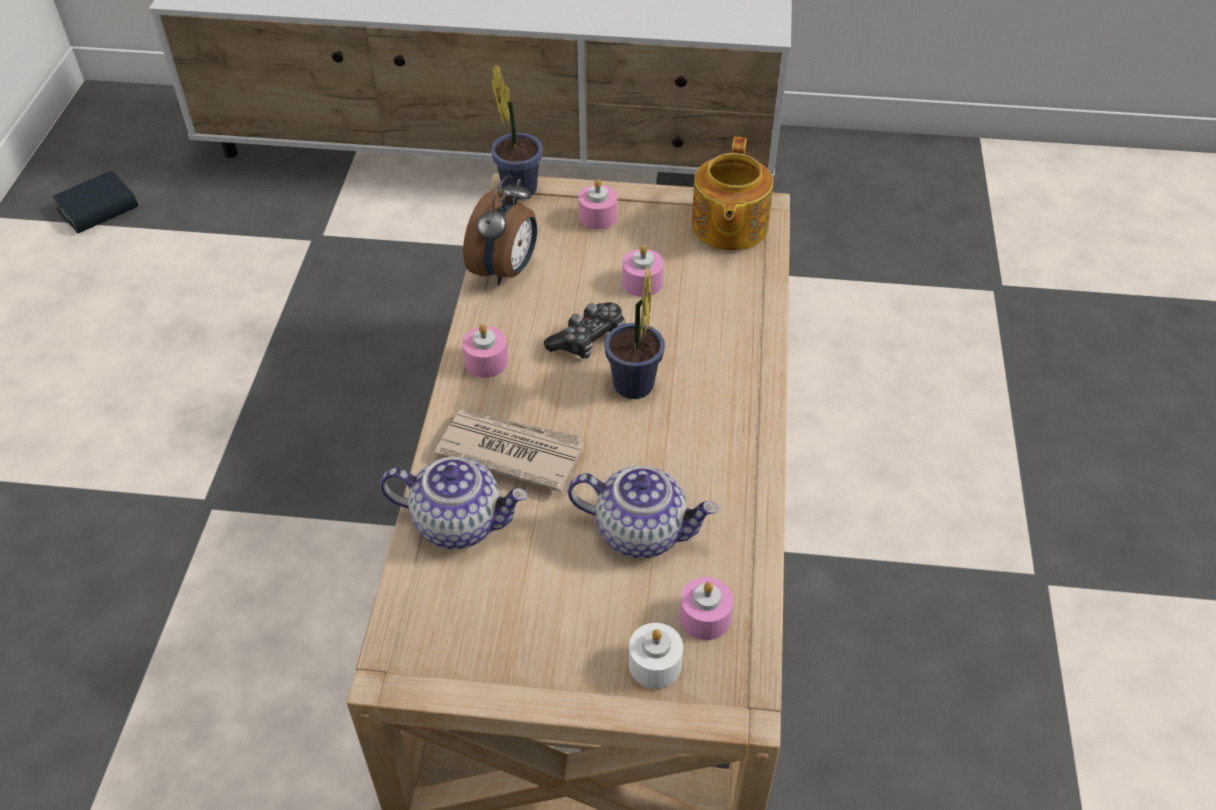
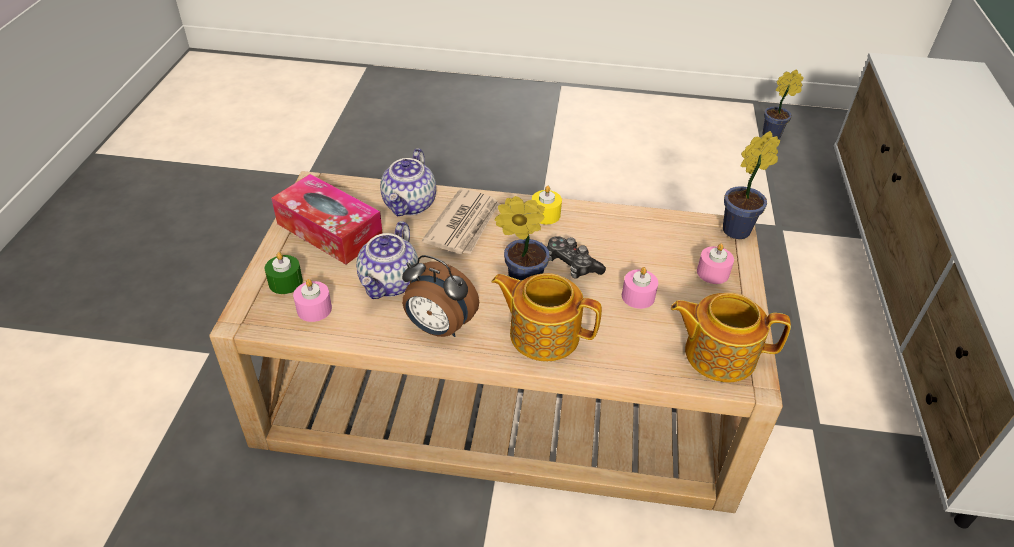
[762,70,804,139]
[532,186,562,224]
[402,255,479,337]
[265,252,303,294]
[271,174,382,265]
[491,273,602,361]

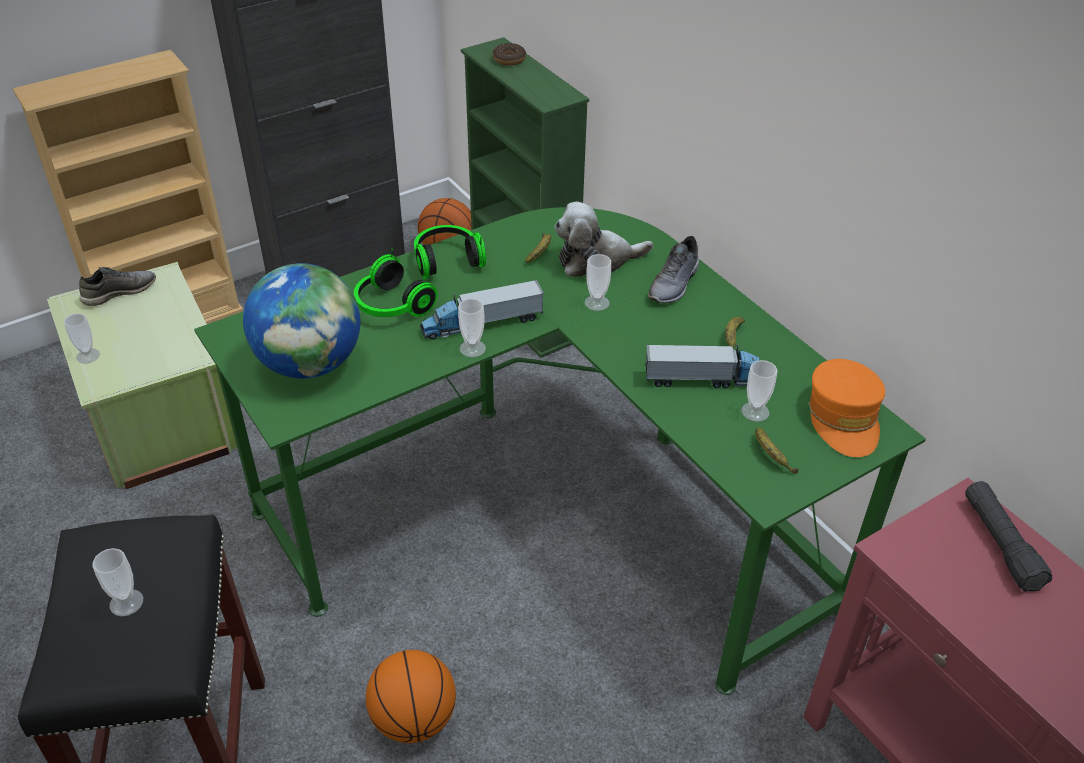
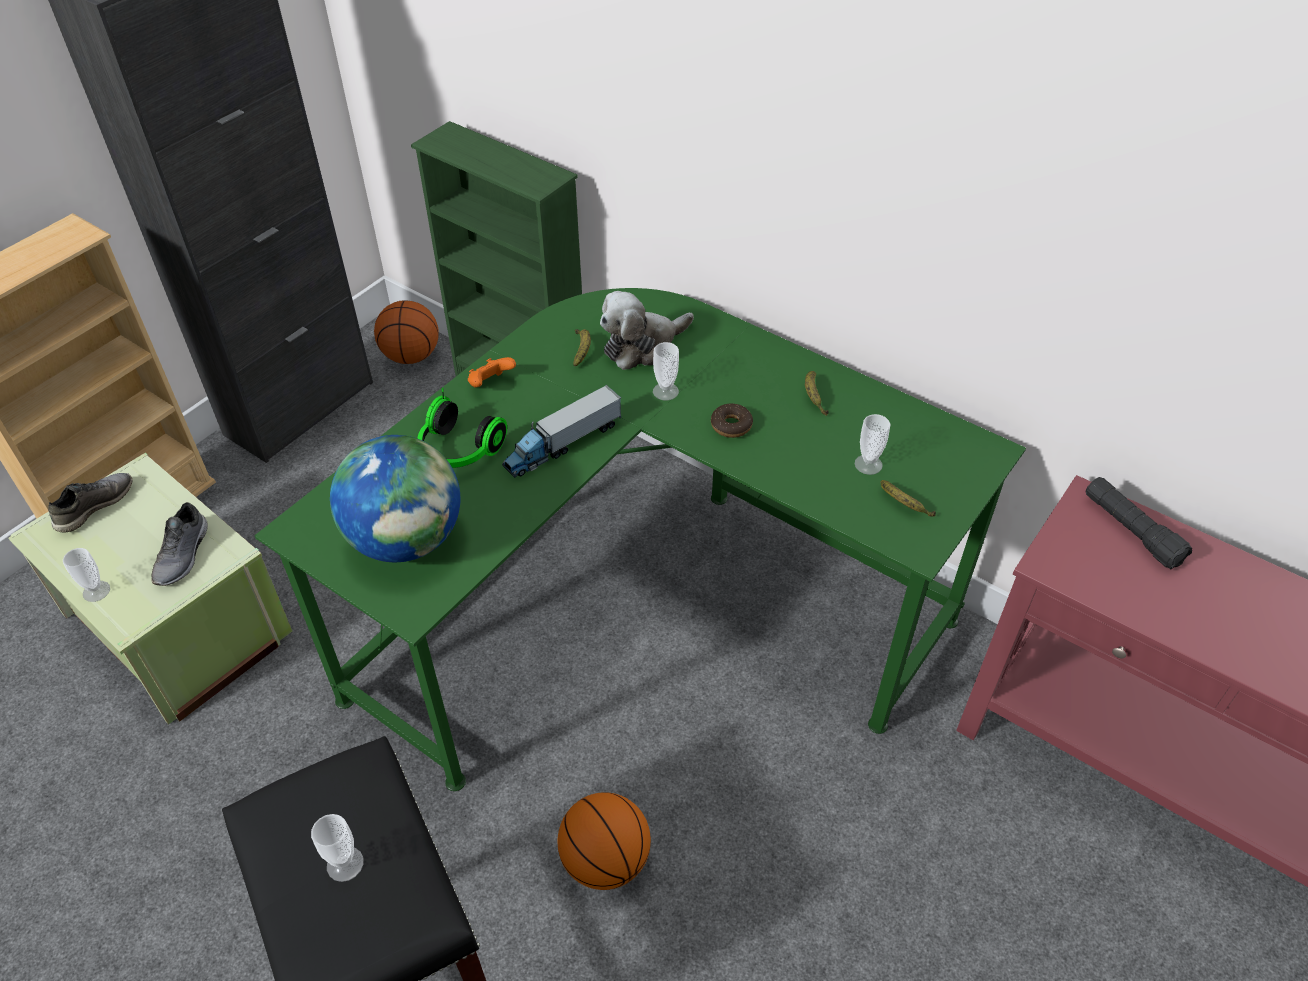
[468,357,516,388]
[458,298,486,357] (first image)
[711,403,753,438]
[645,344,776,388] (first image)
[152,502,208,586]
[808,359,885,457] (first image)

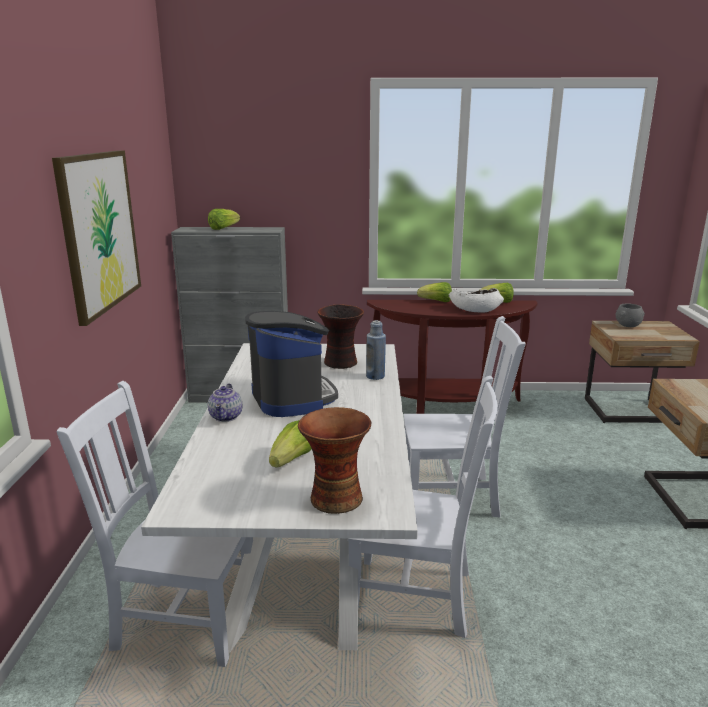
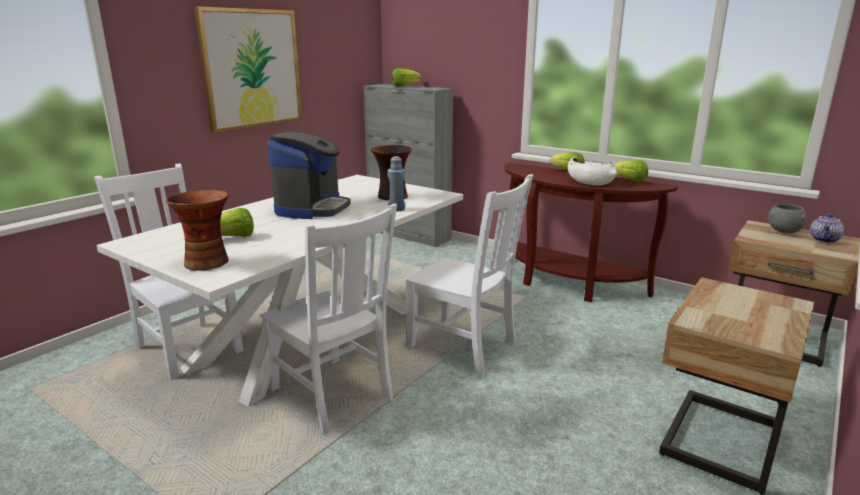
[810,214,844,243]

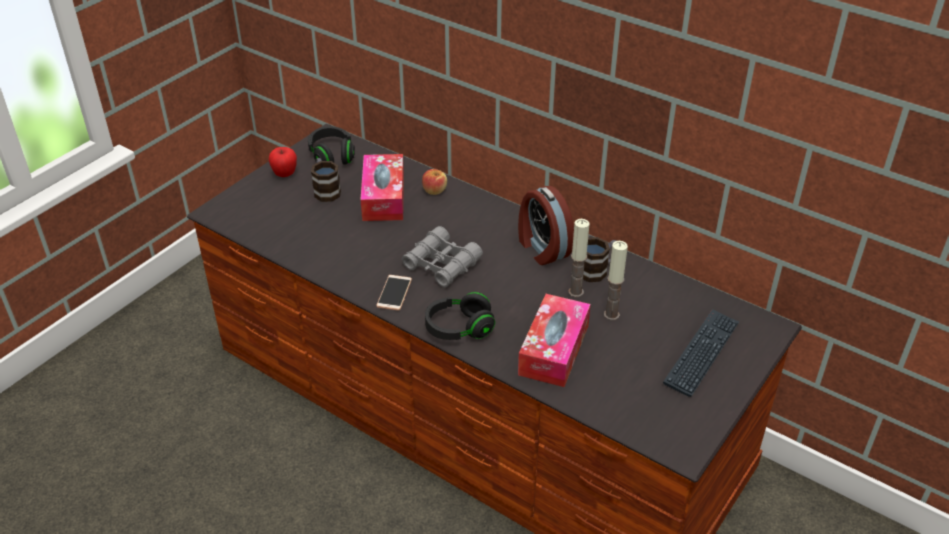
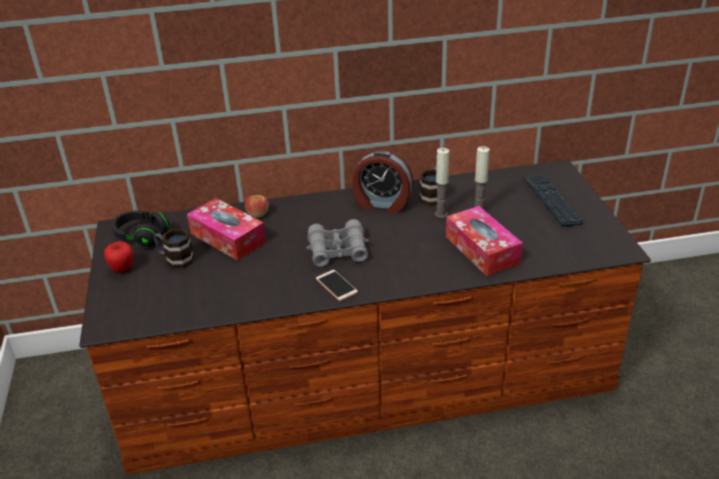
[425,292,495,340] (first image)

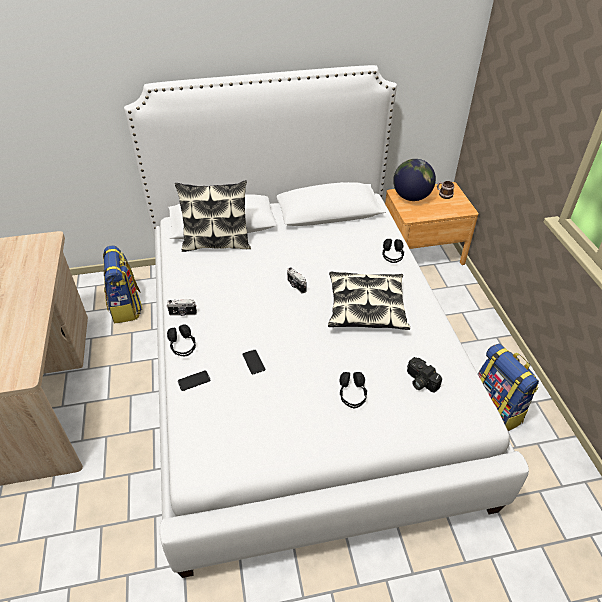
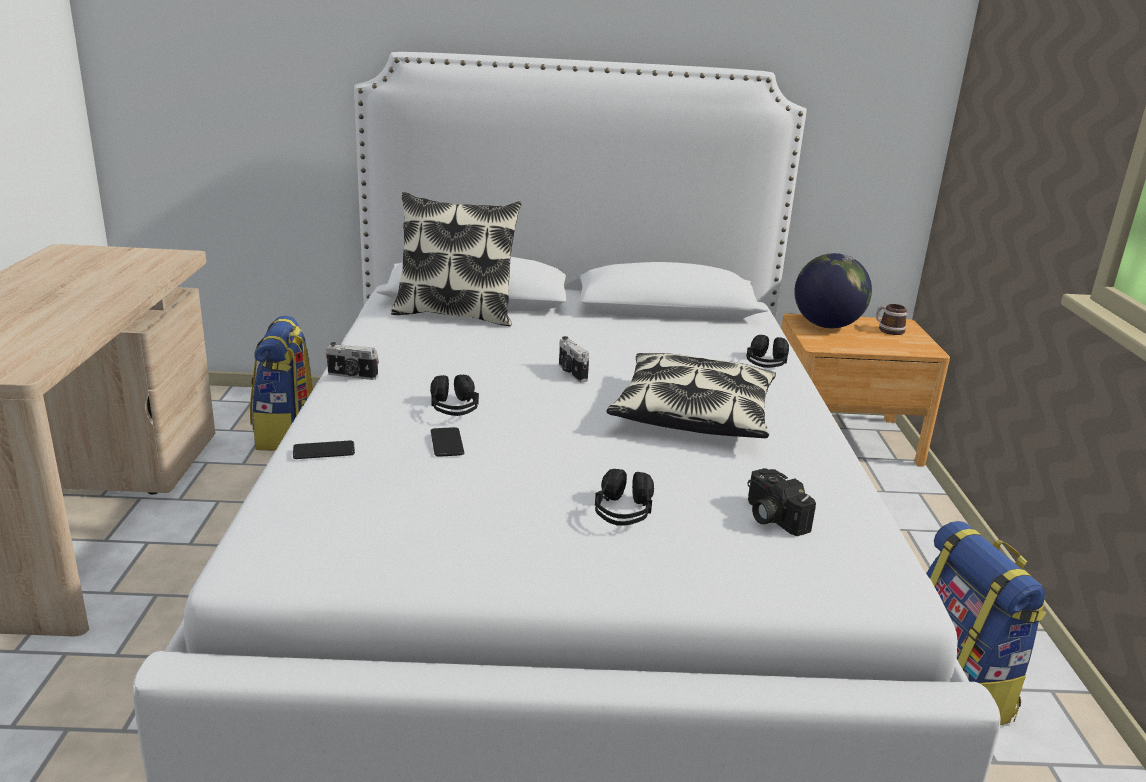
[430,375,479,416]

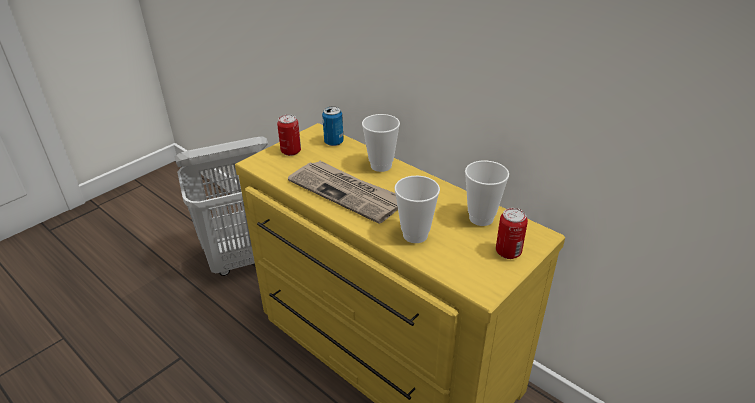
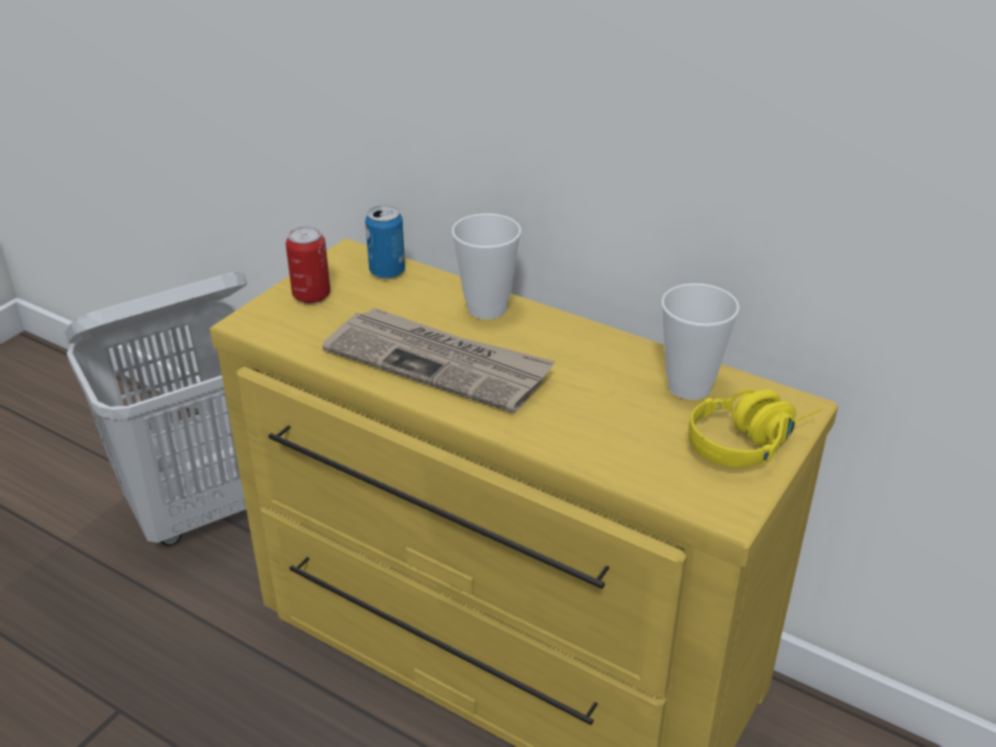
[394,176,440,243] (first image)
[688,389,822,468]

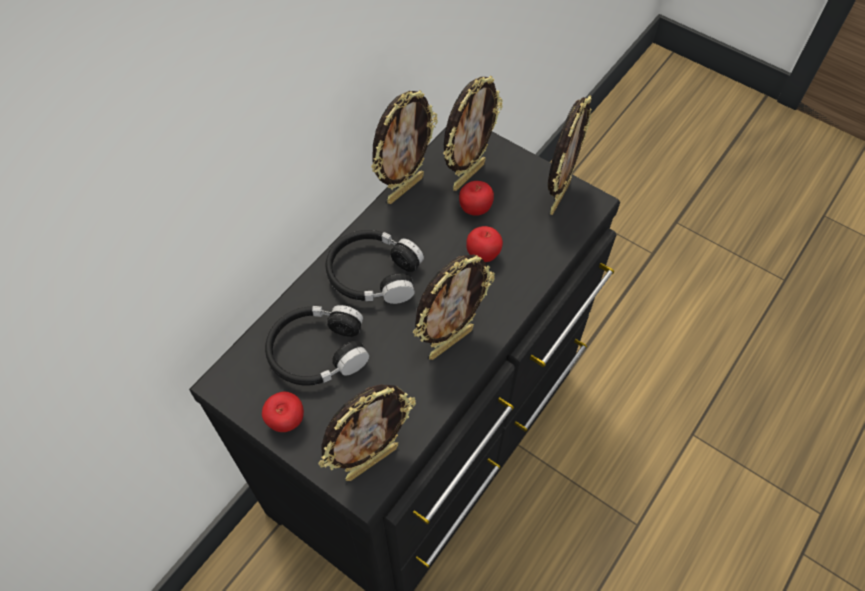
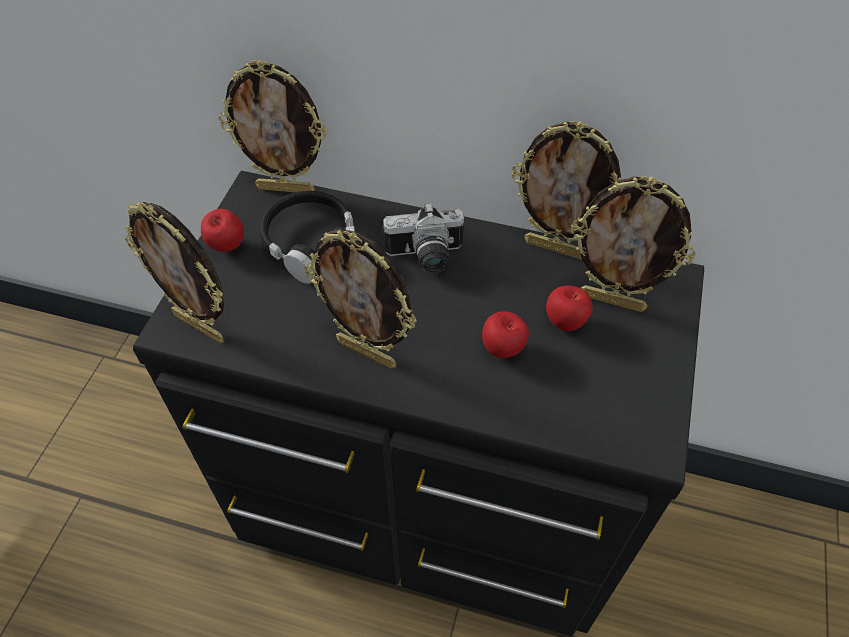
[382,203,464,274]
[219,59,327,193]

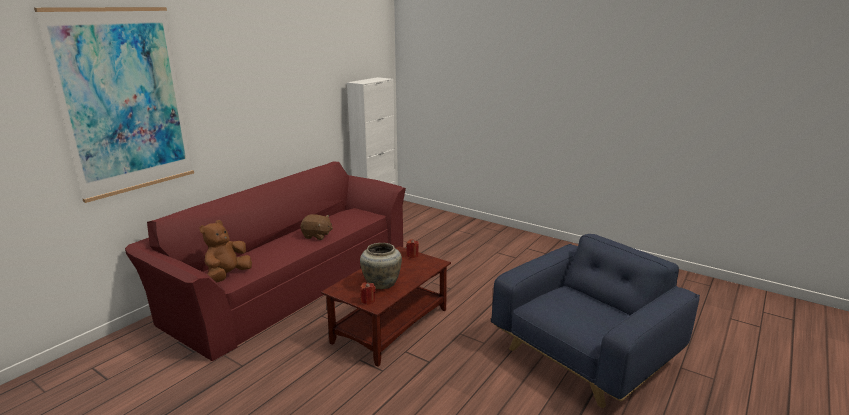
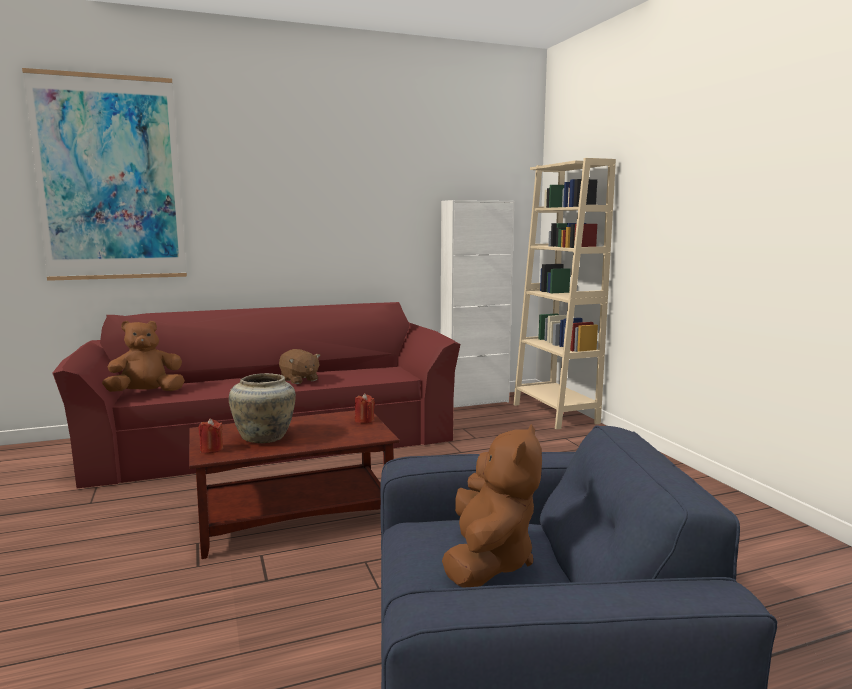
[442,424,542,588]
[513,158,616,430]

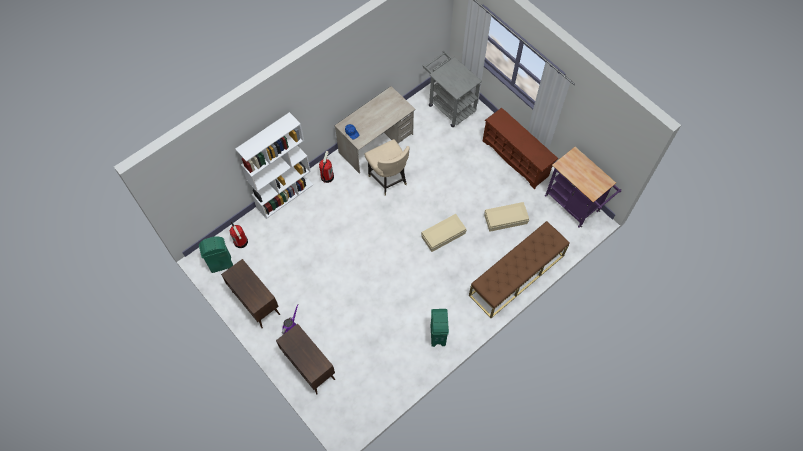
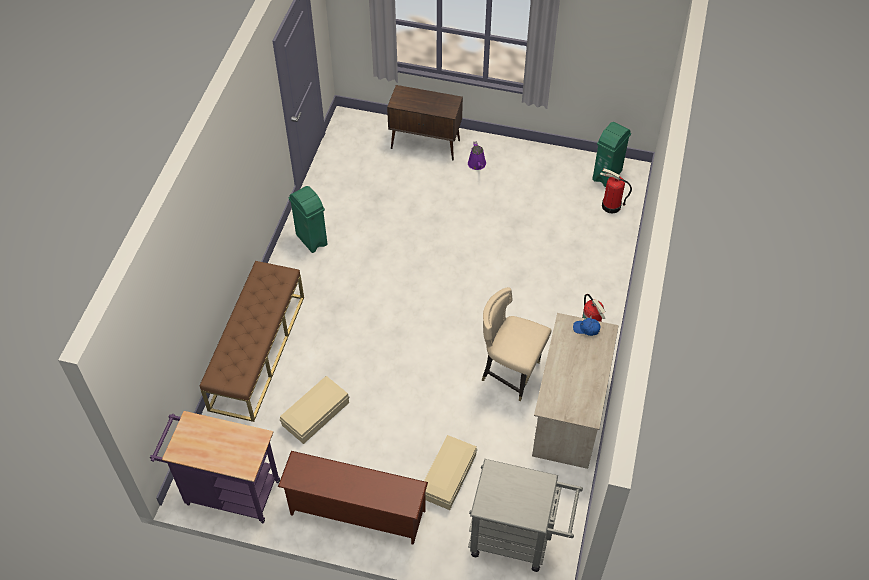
[221,259,280,328] (first image)
[235,112,313,219] (first image)
[424,435,477,510]

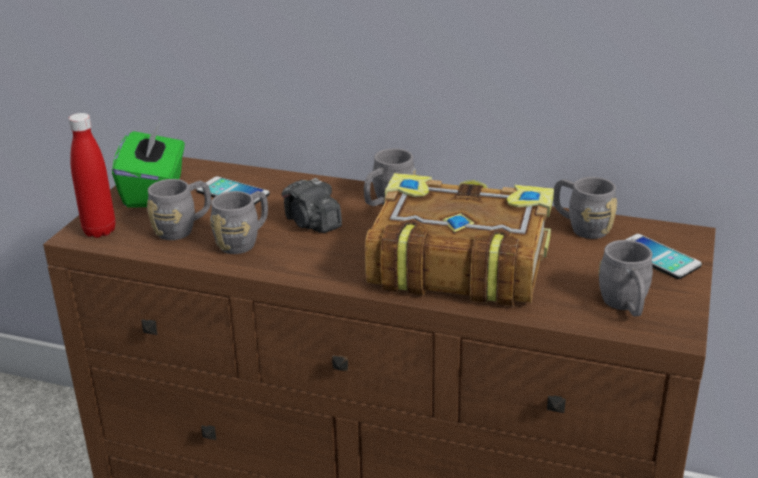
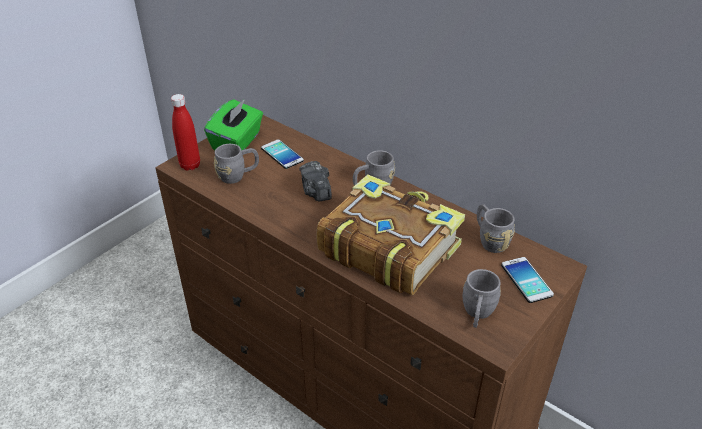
[210,191,268,254] (first image)

